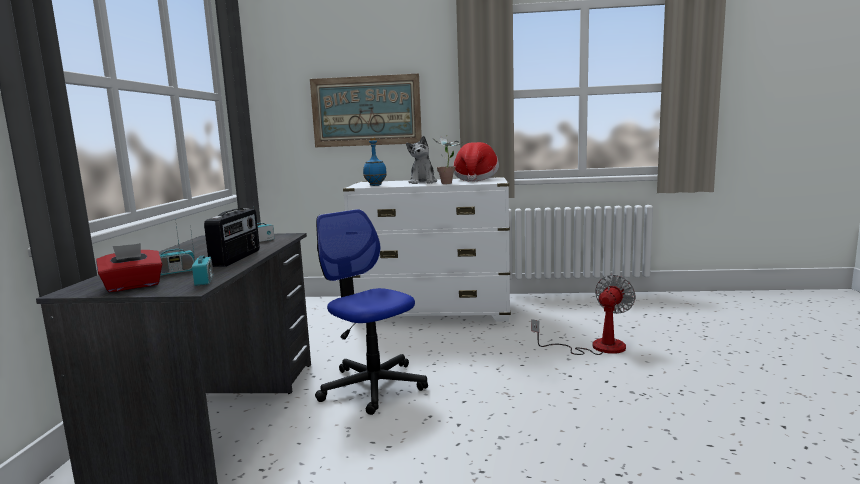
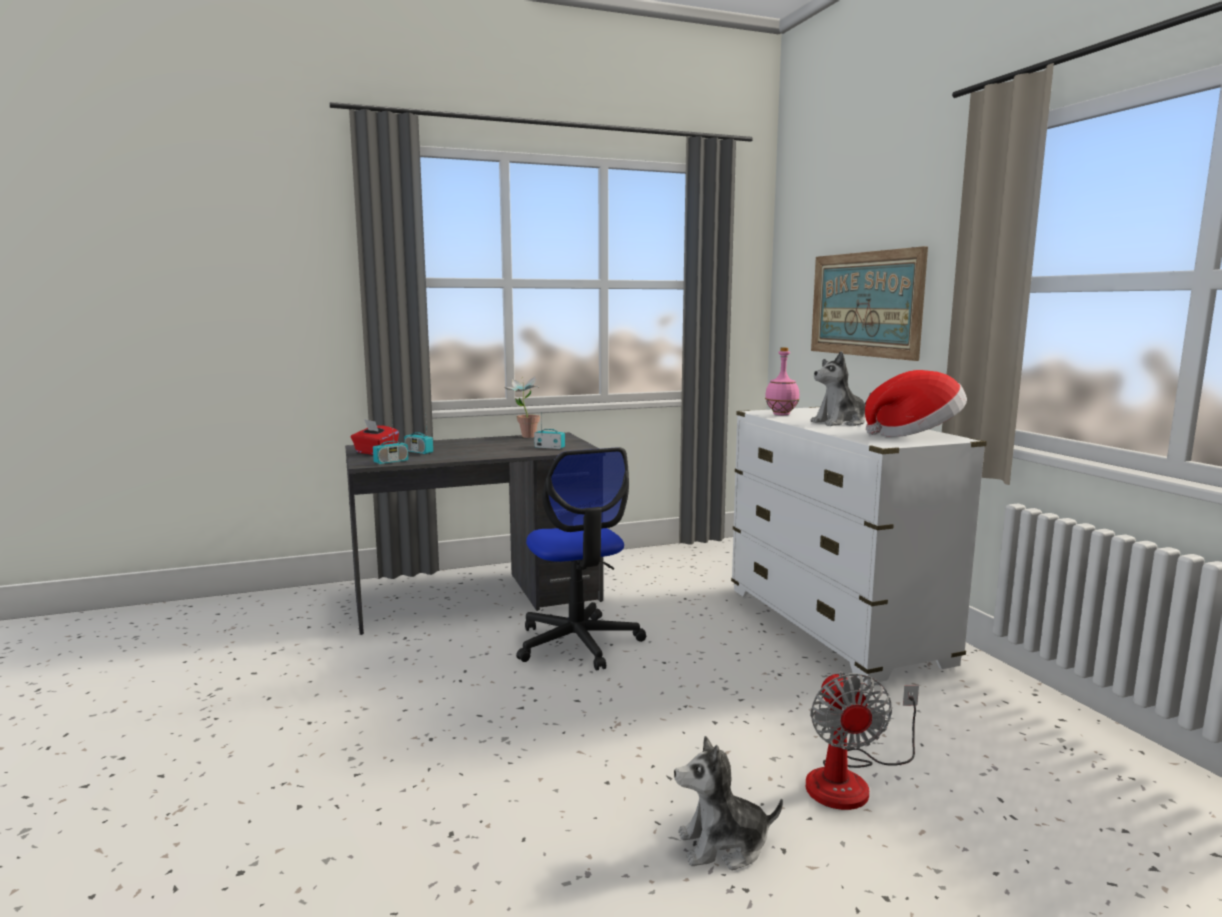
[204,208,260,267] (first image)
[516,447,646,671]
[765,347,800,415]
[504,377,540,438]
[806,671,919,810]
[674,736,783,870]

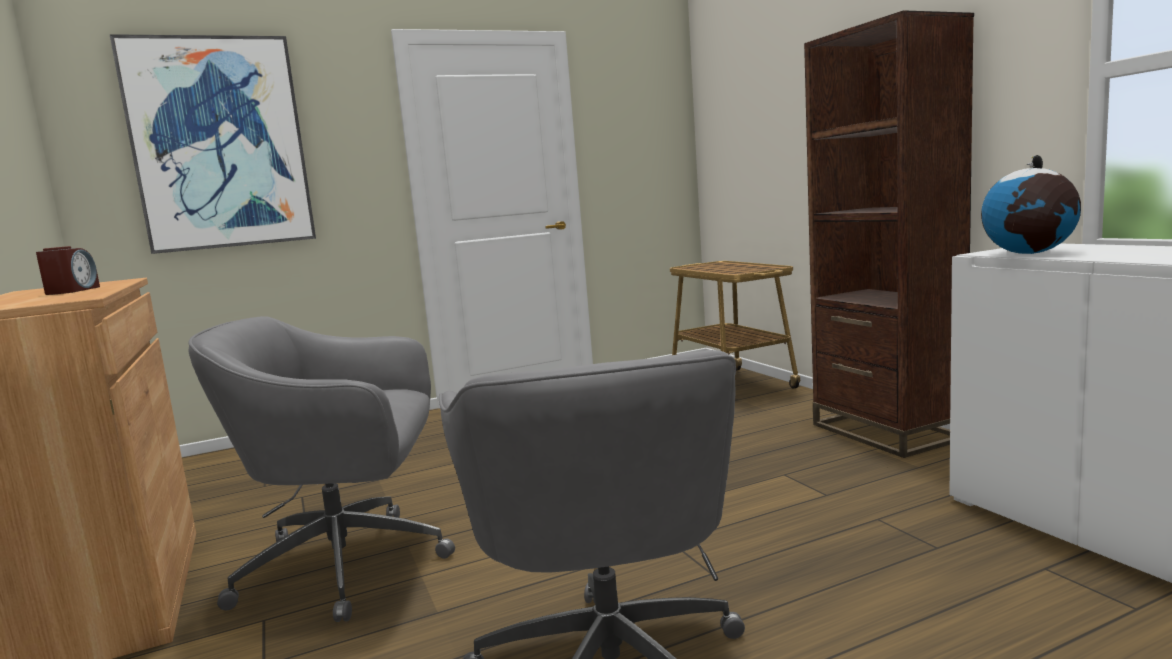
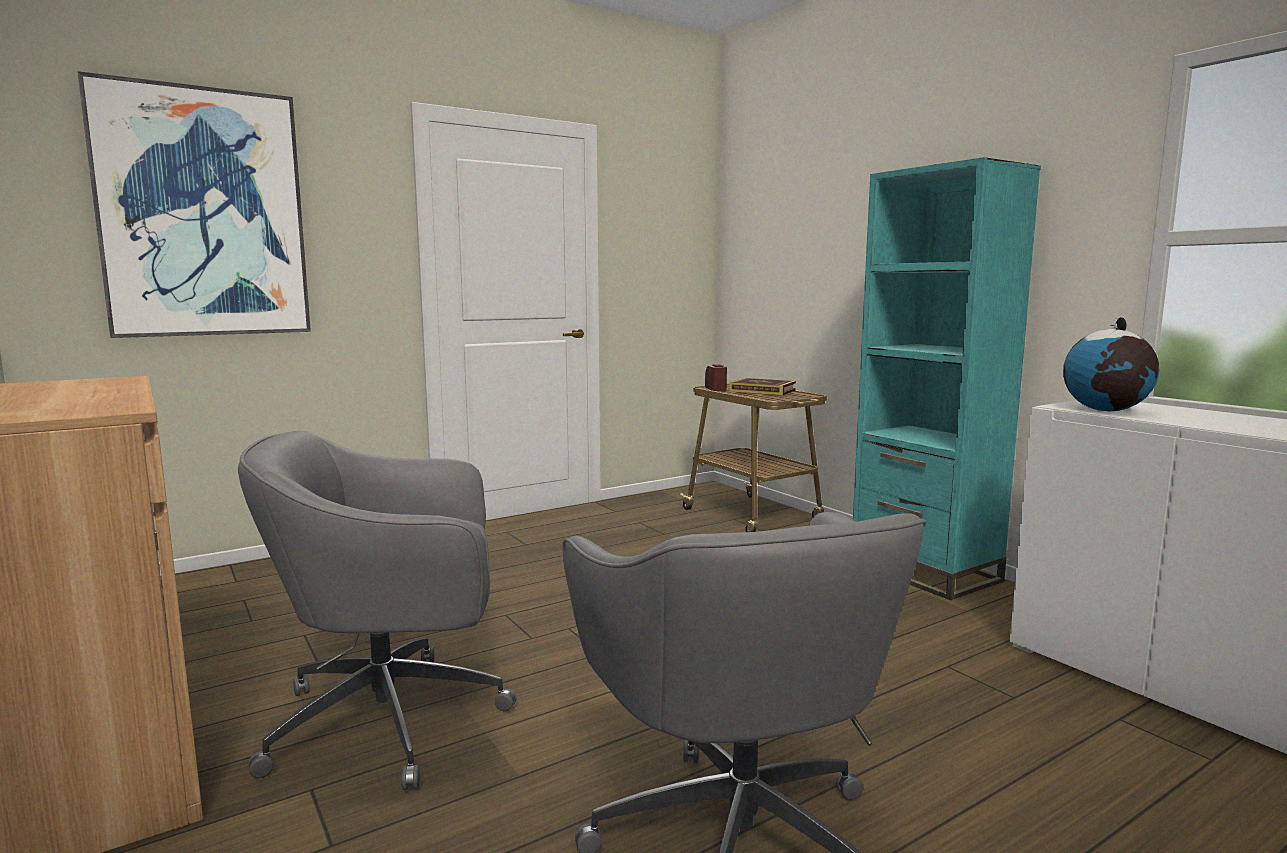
[705,364,727,391]
[853,157,1041,600]
[729,378,796,395]

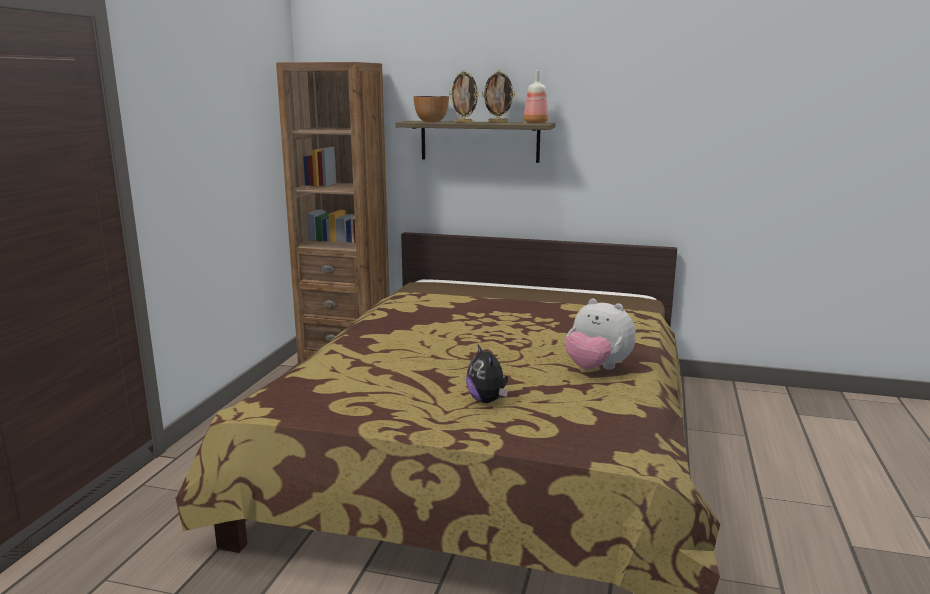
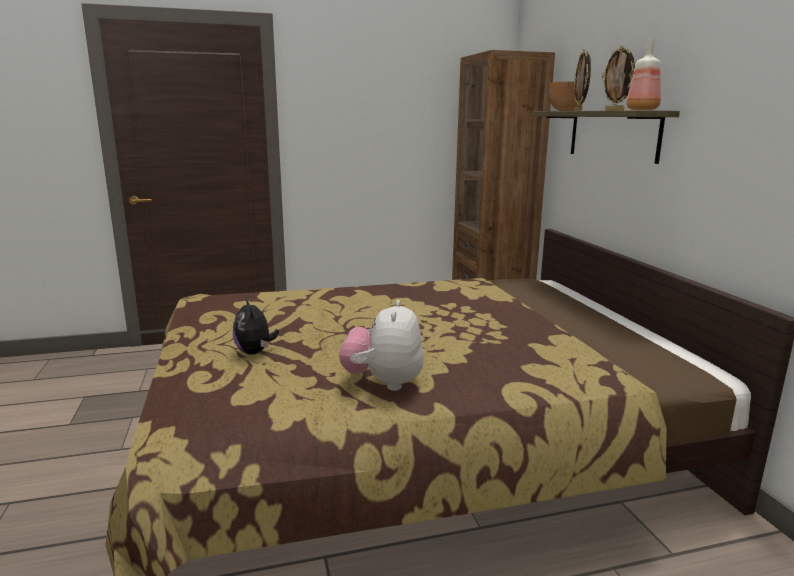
[233,297,279,355]

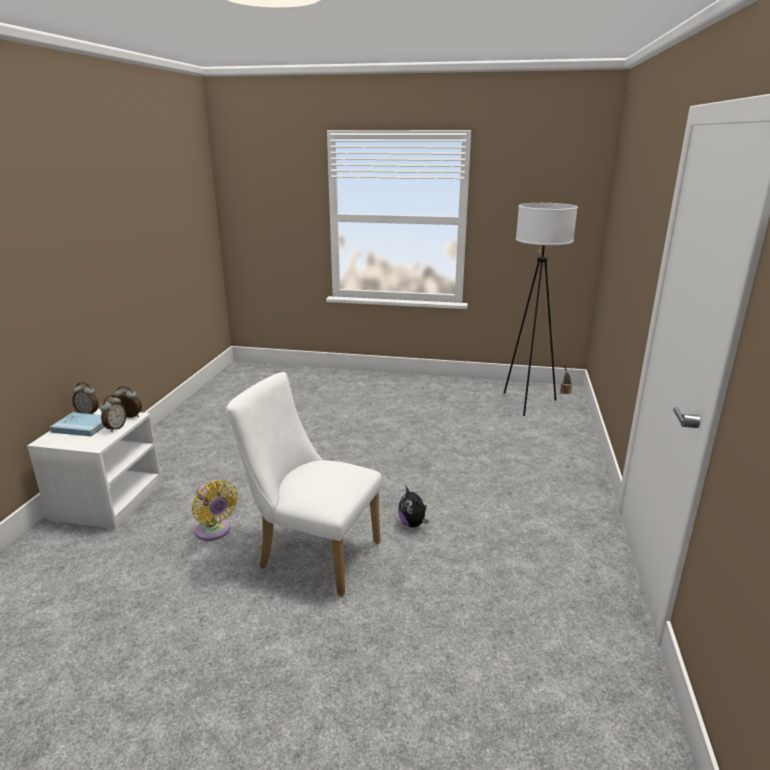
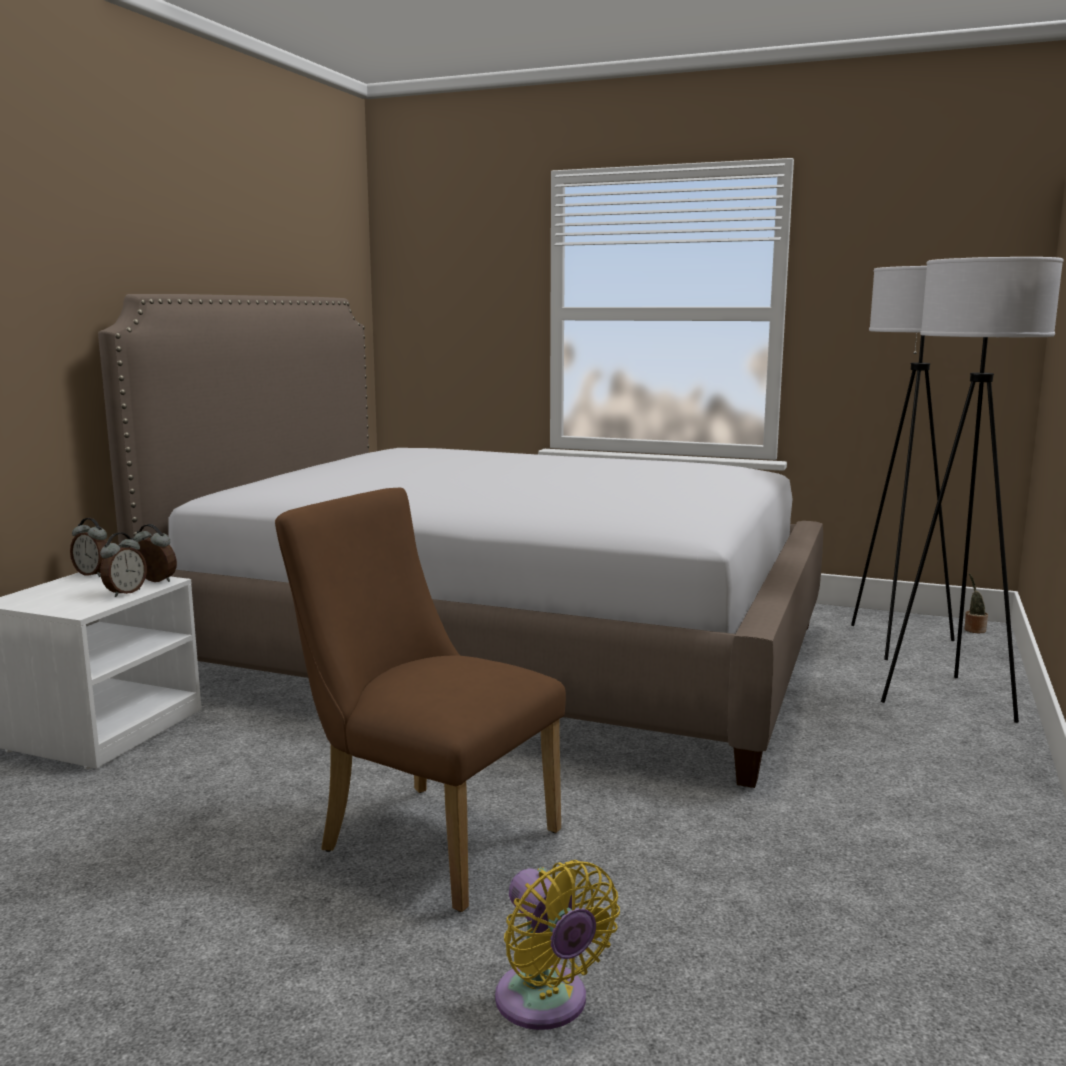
[50,412,104,436] (first image)
[495,860,620,1030]
[275,488,566,912]
[398,487,429,527] (first image)
[98,294,823,788]
[881,257,1064,723]

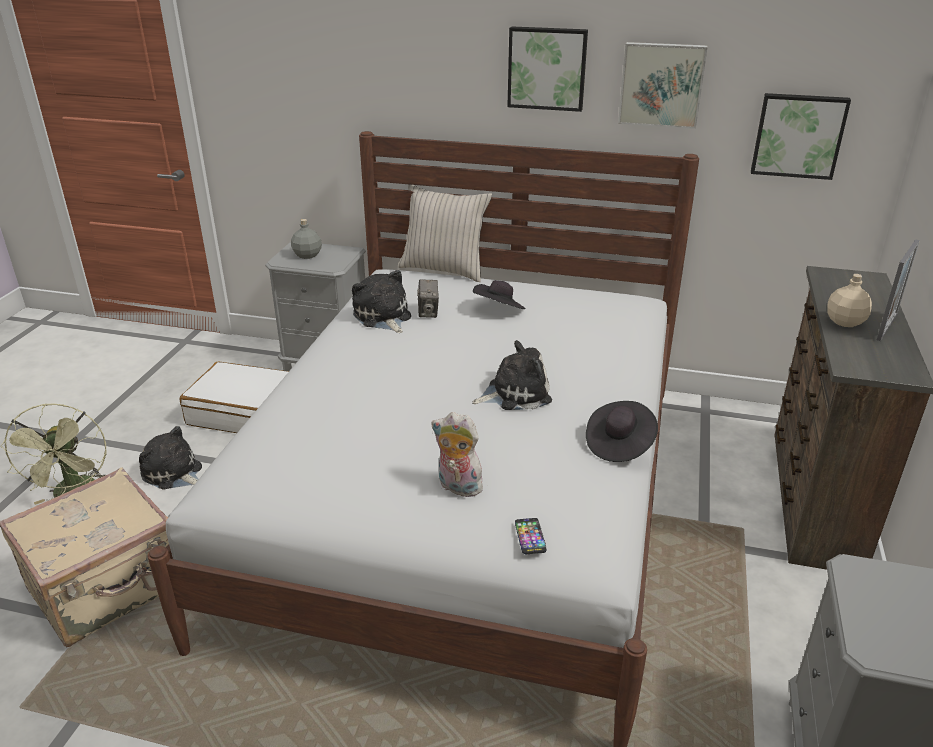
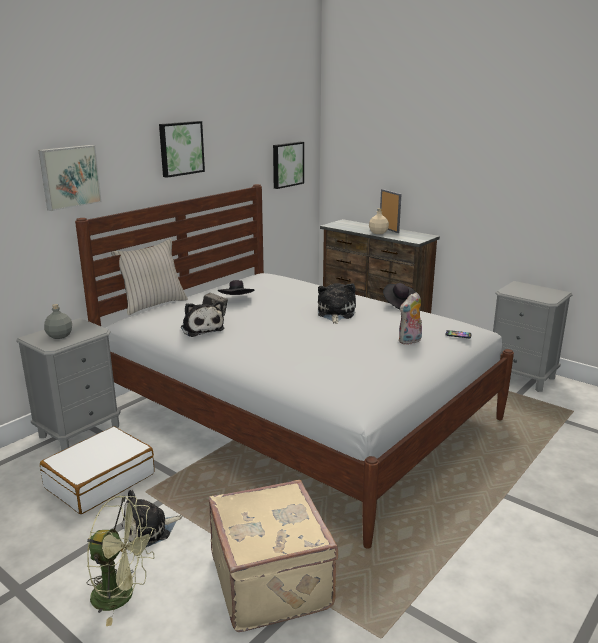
[181,301,224,337]
[38,145,102,211]

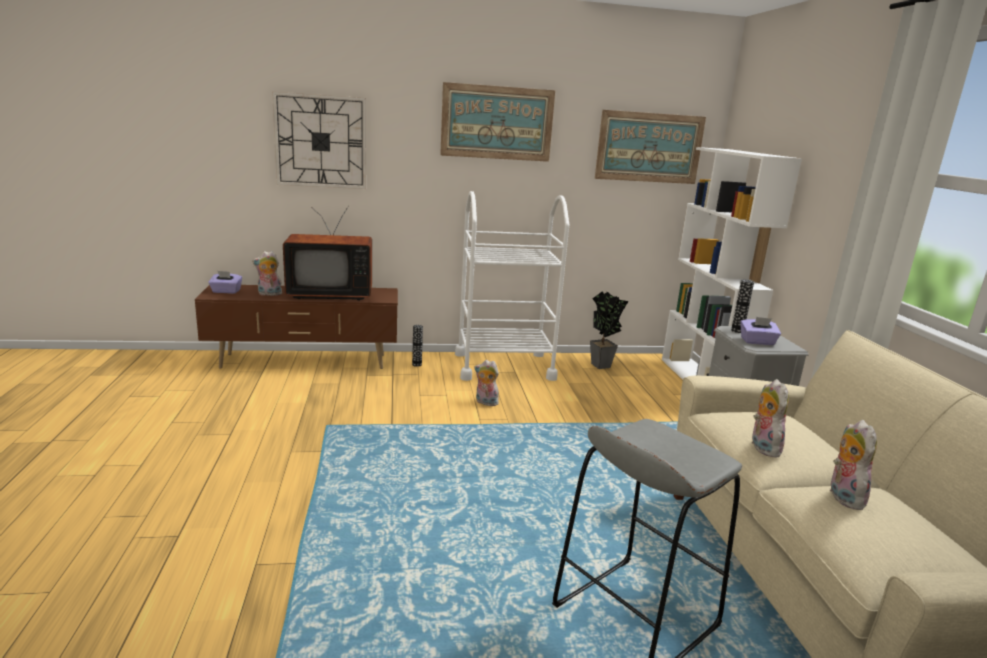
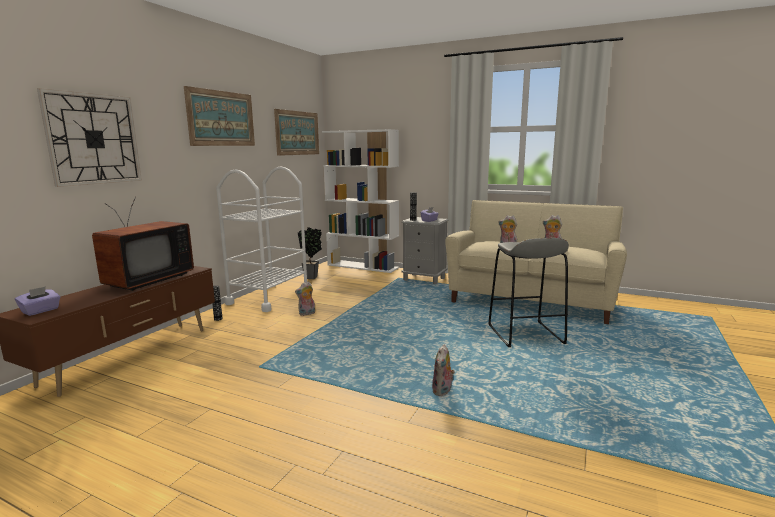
[432,345,455,396]

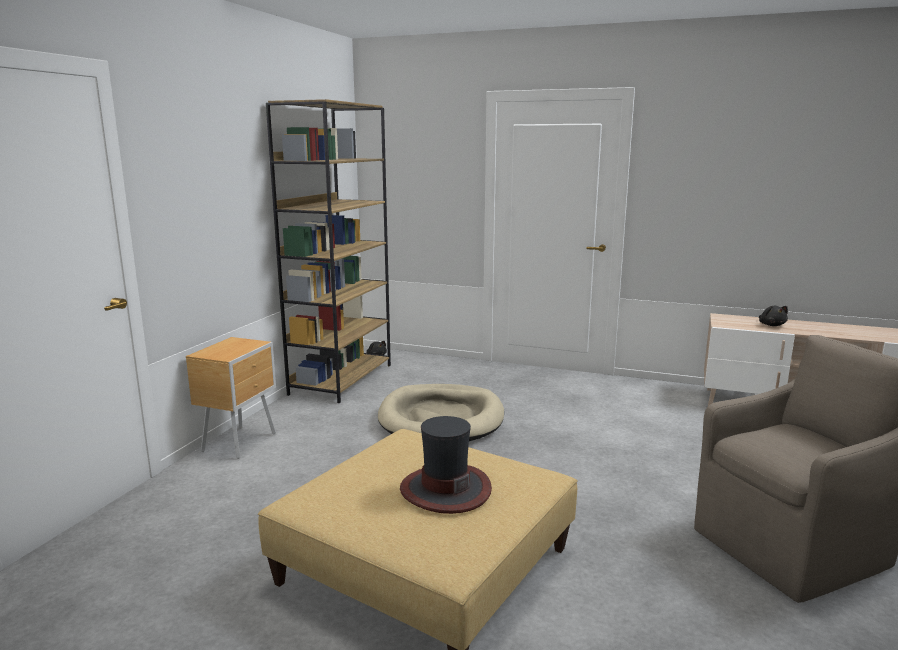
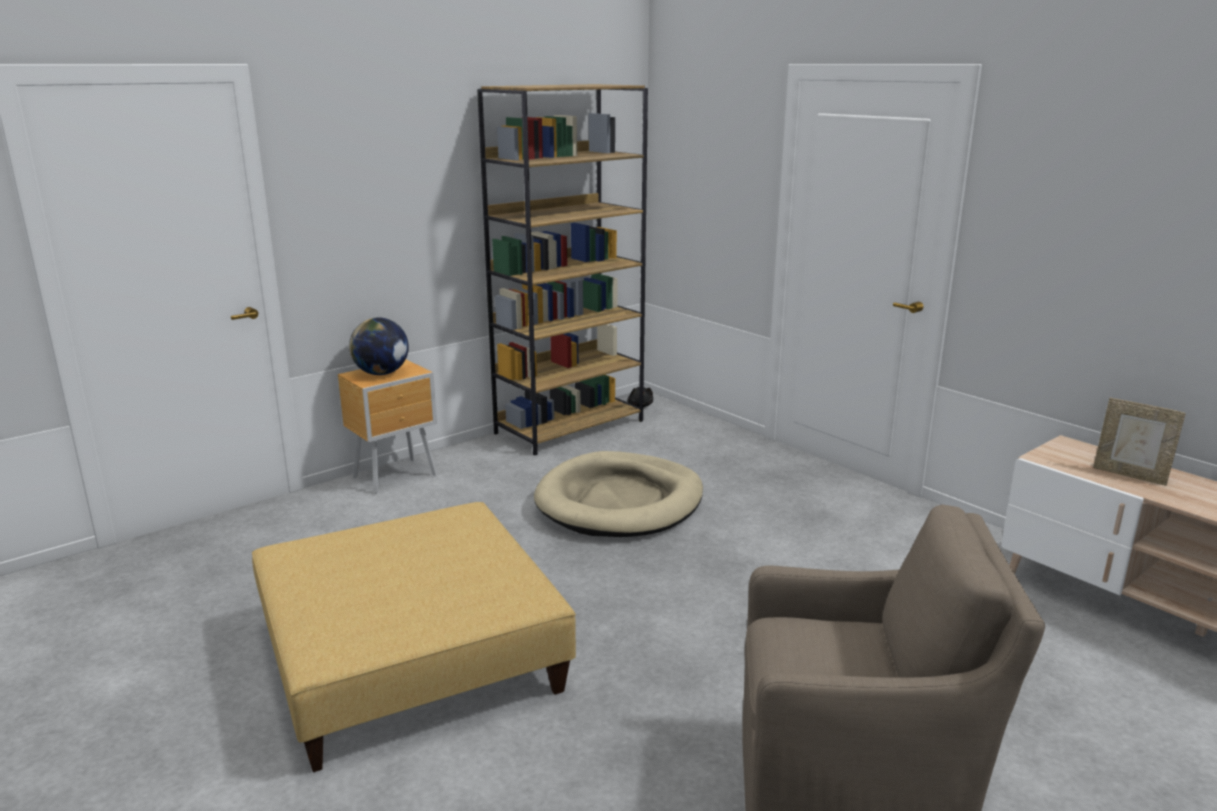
[400,416,492,514] (first image)
[1093,398,1186,486]
[349,318,409,375]

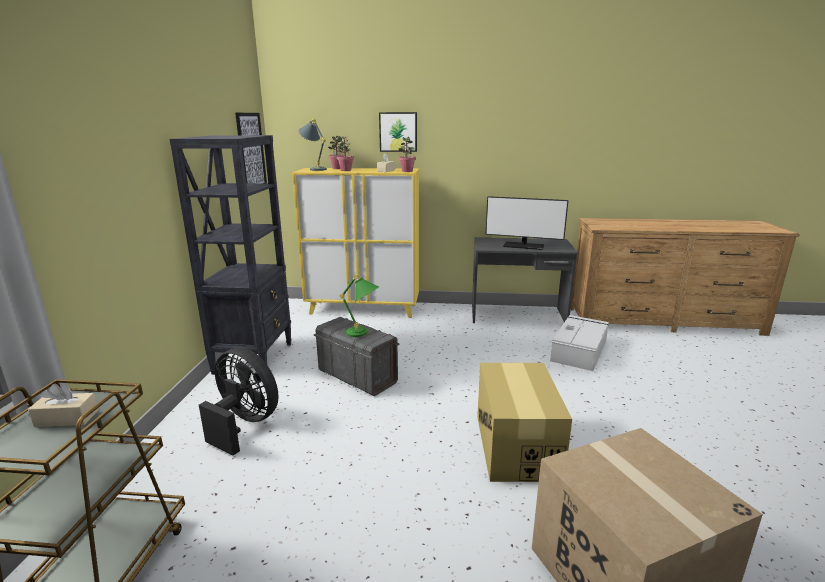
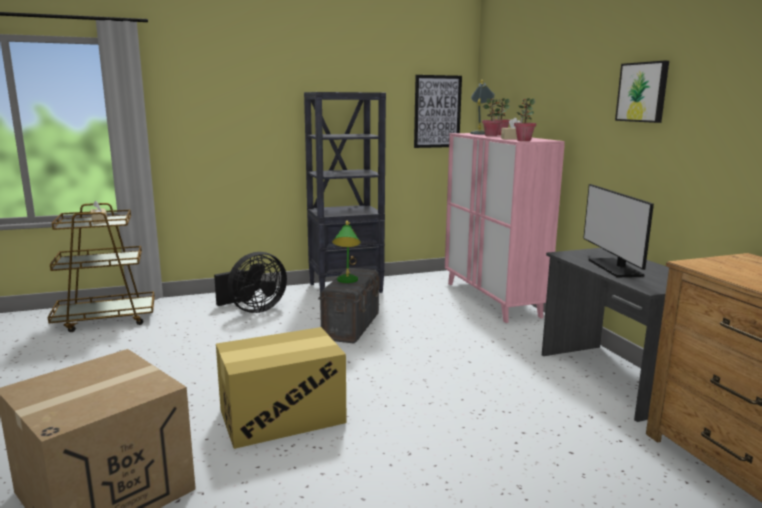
[214,252,287,313]
[445,133,565,323]
[615,61,669,123]
[550,315,609,371] (first image)

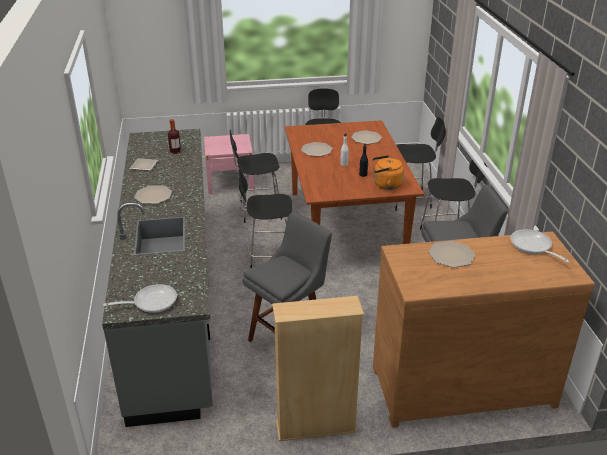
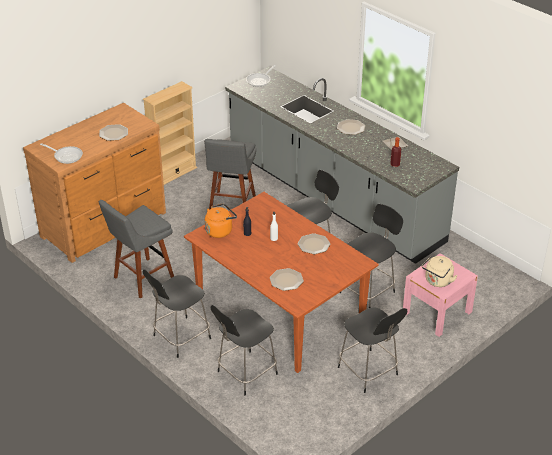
[422,256,457,287]

